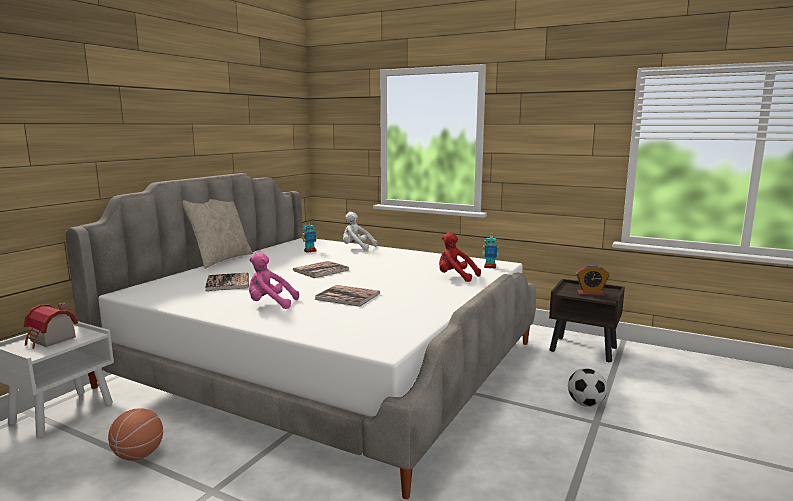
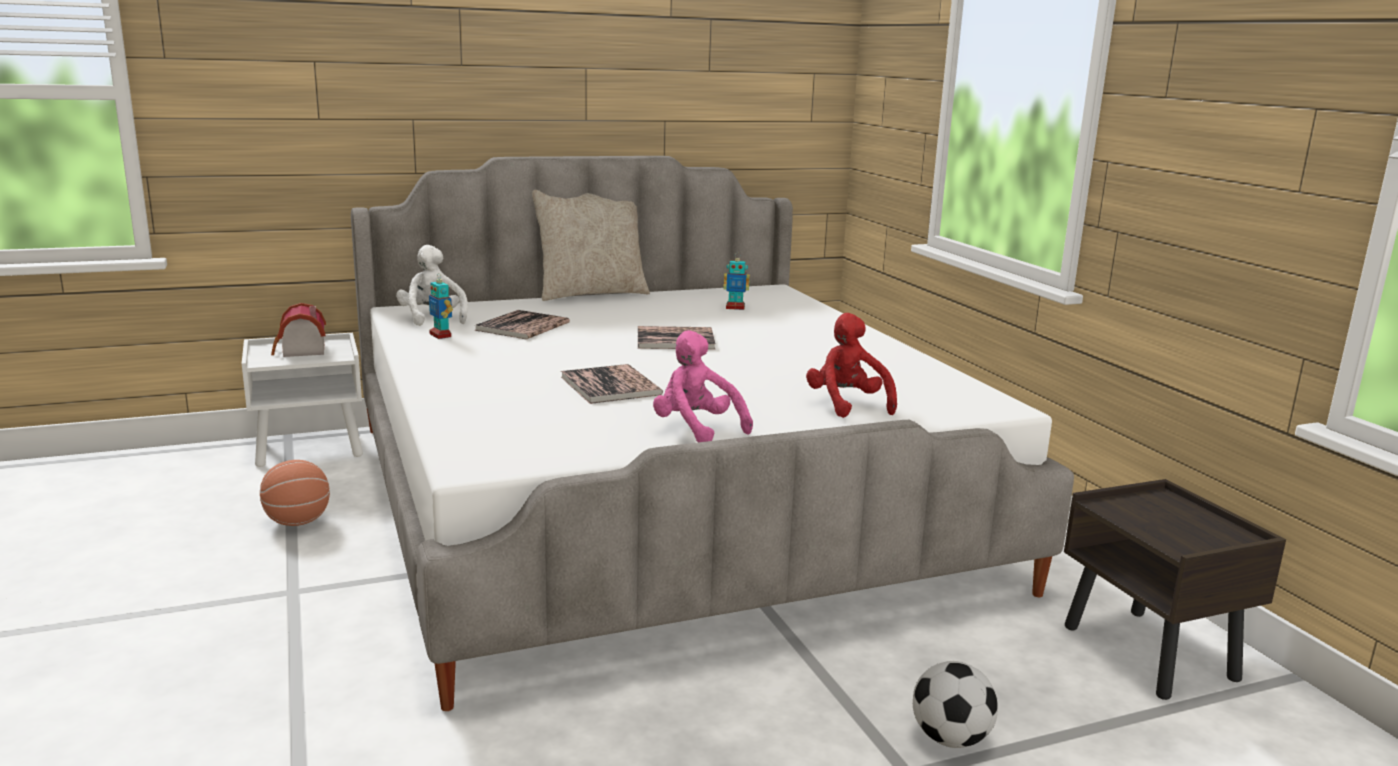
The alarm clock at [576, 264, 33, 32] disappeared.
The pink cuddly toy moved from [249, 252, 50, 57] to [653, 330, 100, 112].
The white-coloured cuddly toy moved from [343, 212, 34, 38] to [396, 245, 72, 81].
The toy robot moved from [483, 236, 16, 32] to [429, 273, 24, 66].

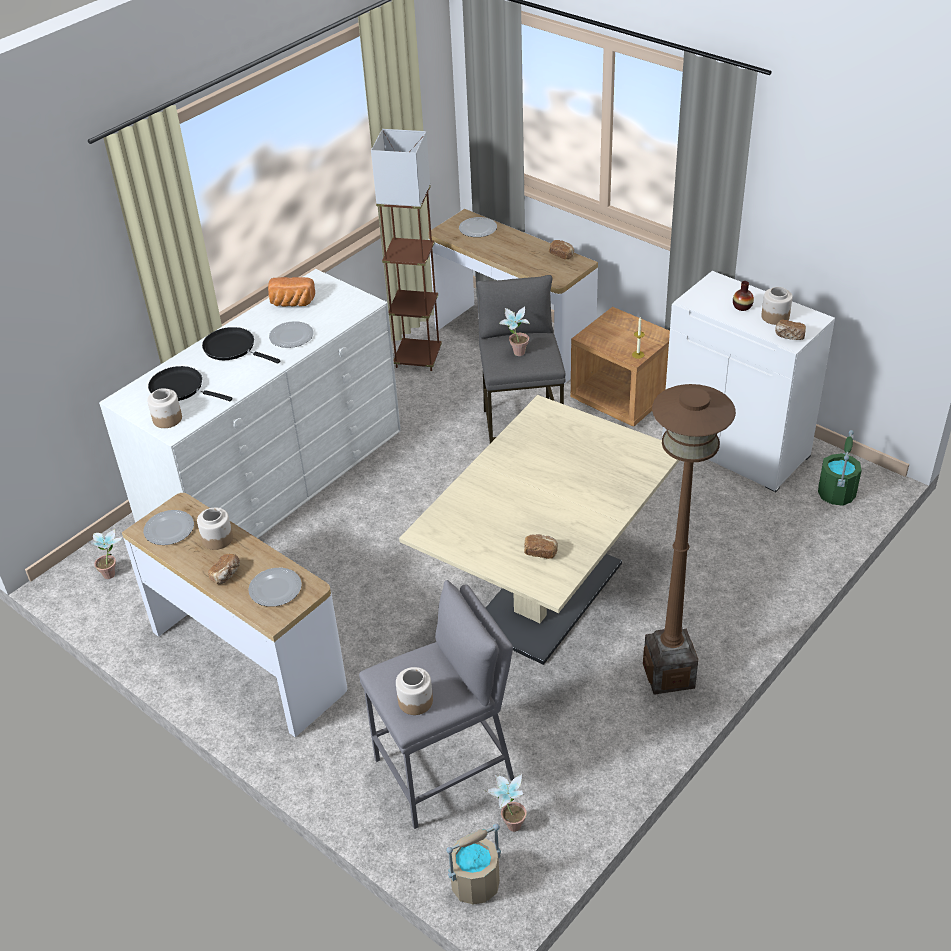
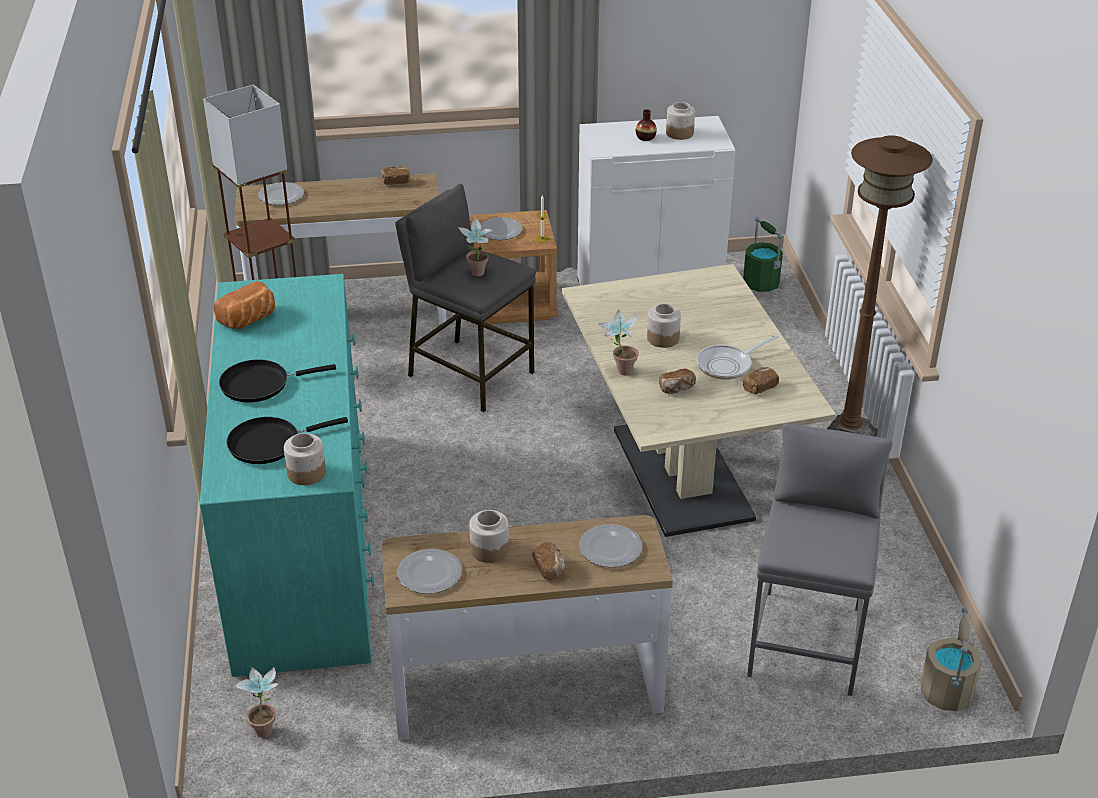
The pan at [697, 335, 82, 45] appeared.
The plate moved from [269, 321, 45, 27] to [481, 217, 42, 23].
The preserve jar moved from [396, 667, 37, 48] to [647, 304, 34, 44].
The houseplant moved from [485, 774, 41, 58] to [598, 309, 41, 66].
The bread moved from [775, 319, 31, 21] to [659, 368, 37, 26].
The white-coloured dresser at [99, 269, 302, 269] became the blue-green dresser at [200, 274, 174, 403].

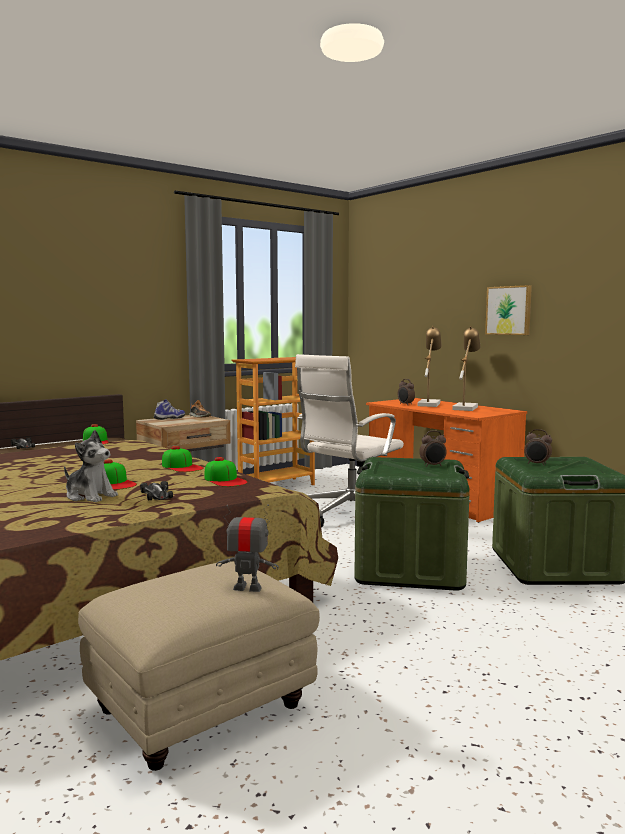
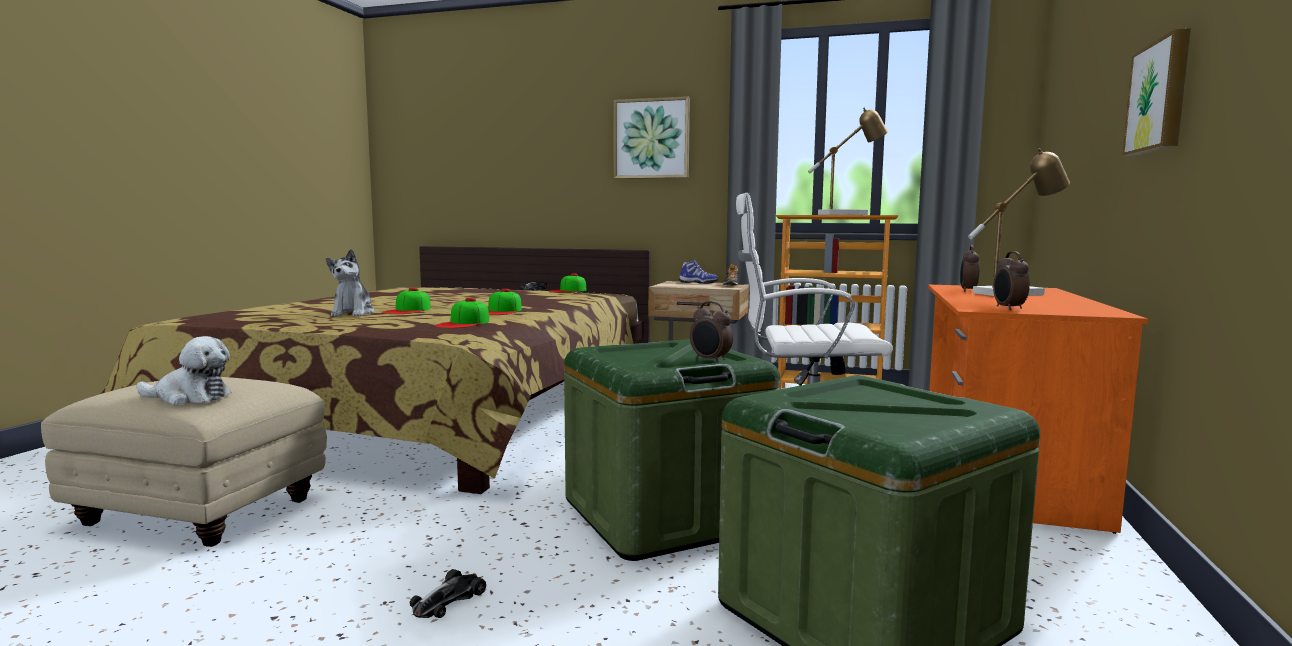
The wall picture at [614, 97, 76, 82] appeared.
The model car moved from [140, 481, 33, 19] to [410, 569, 76, 49].
The table lamp moved from [452, 326, 28, 85] to [808, 107, 80, 108].
The alarm clock moved from [524, 429, 28, 37] to [993, 251, 37, 59].
The toy robot at [216, 504, 63, 88] was replaced by the cuddly toy at [136, 336, 96, 69].

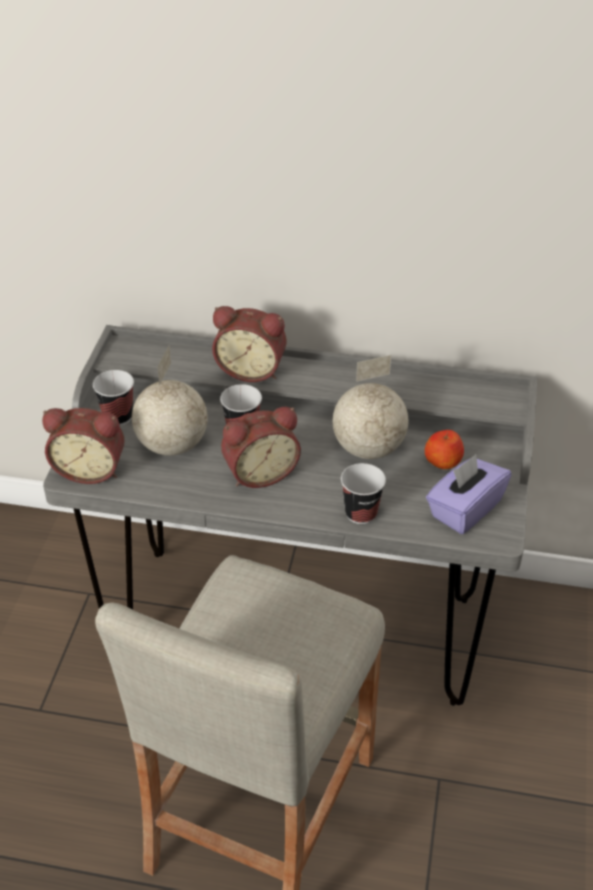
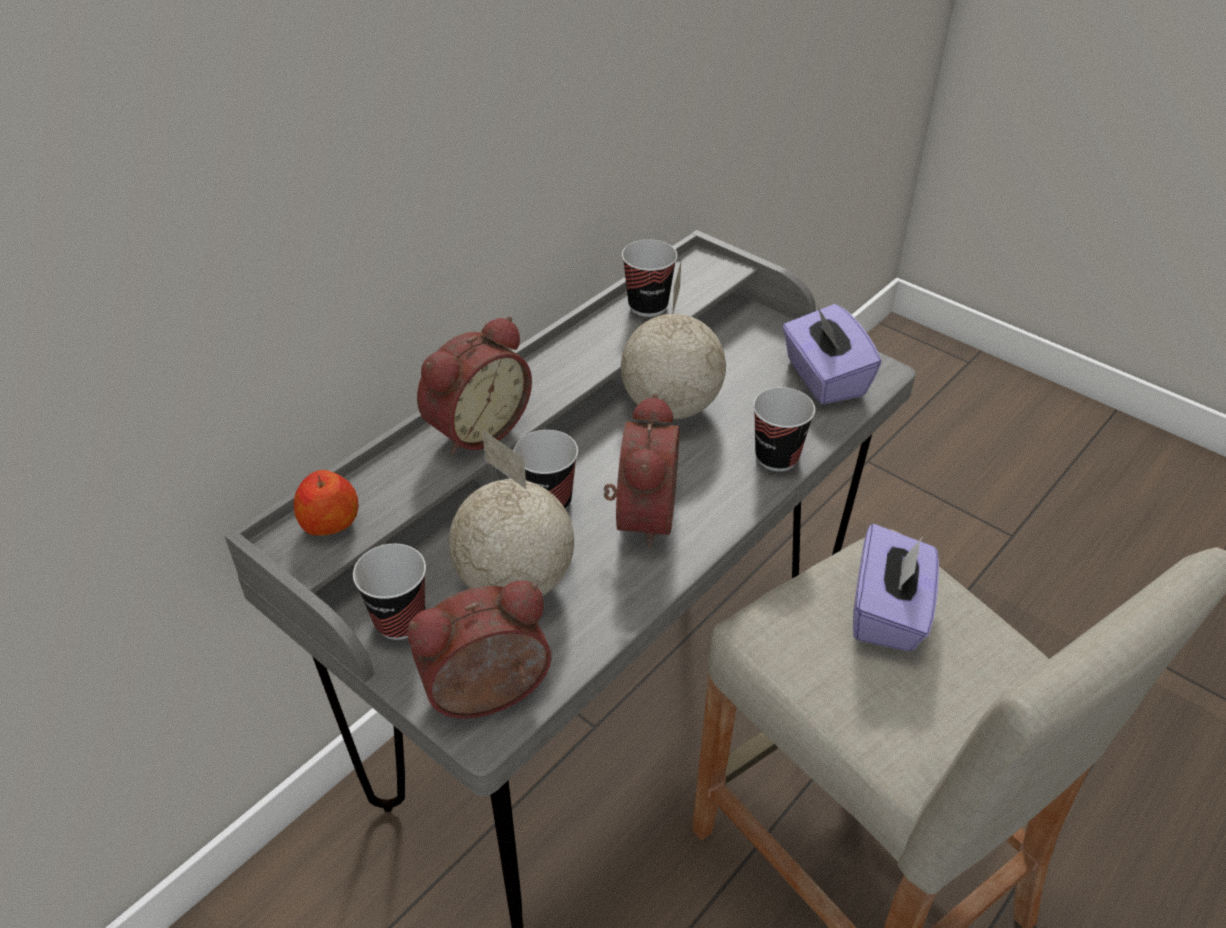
The cup at [622, 240, 56, 77] appeared.
The purple-coloured tissue holder at [853, 524, 86, 128] appeared.
The apple fruit moved from [425, 430, 39, 39] to [294, 470, 64, 66].
The alarm clock at [42, 408, 83, 76] turned 150 degrees counterclockwise.

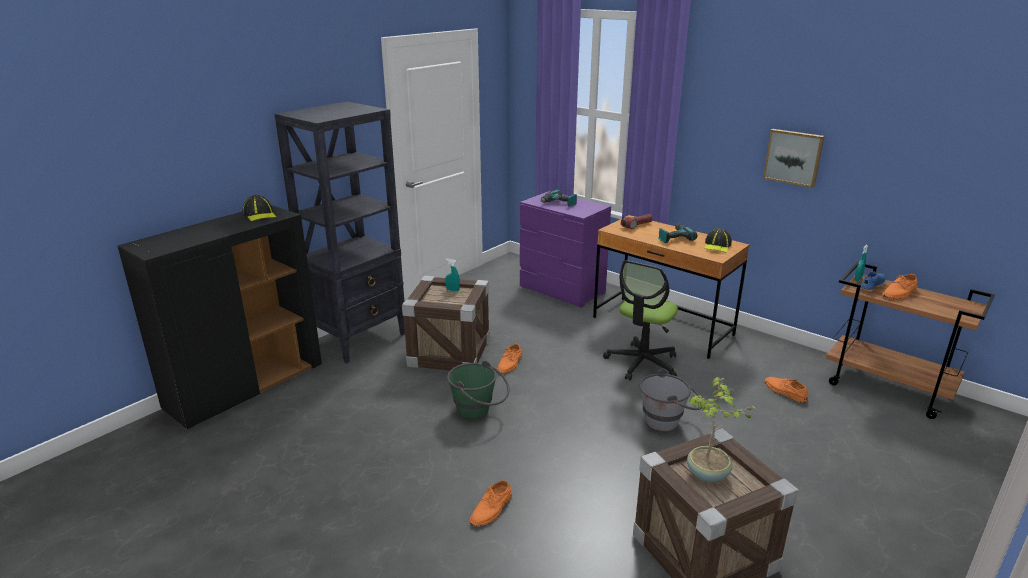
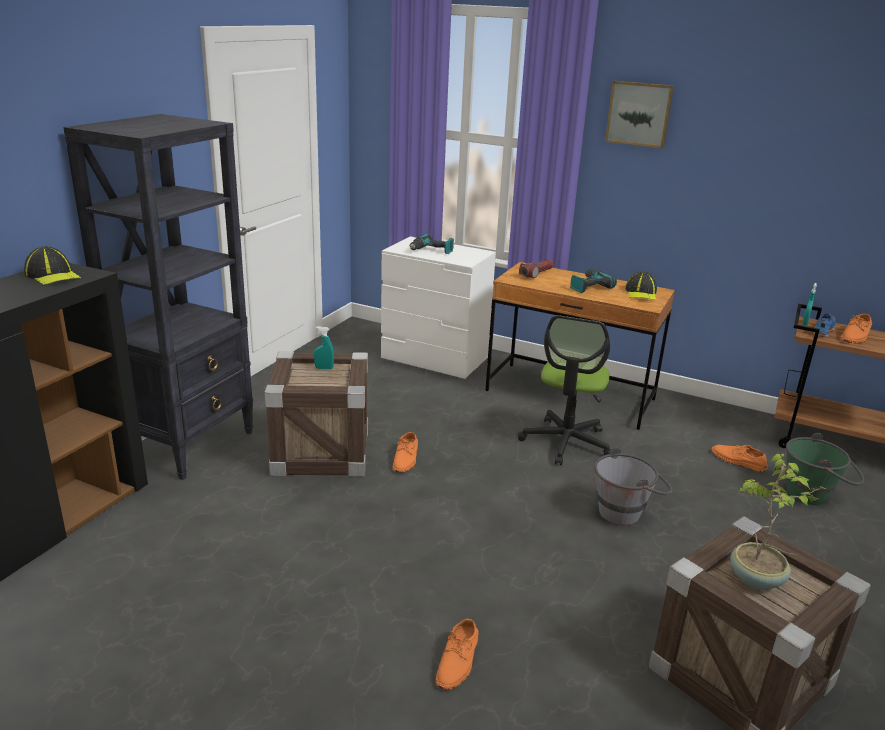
The greenish bucket moved from [447, 360, 63, 59] to [786, 433, 79, 72].
The wall picture moved from [763, 129, 62, 59] to [605, 81, 69, 67].
The purple-coloured dresser at [520, 191, 91, 117] became the white-coloured dresser at [381, 236, 115, 144].

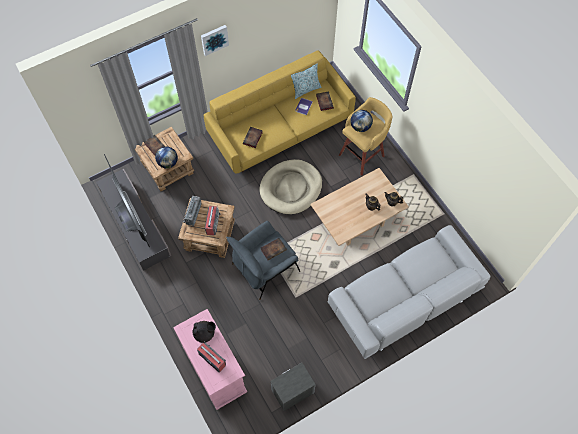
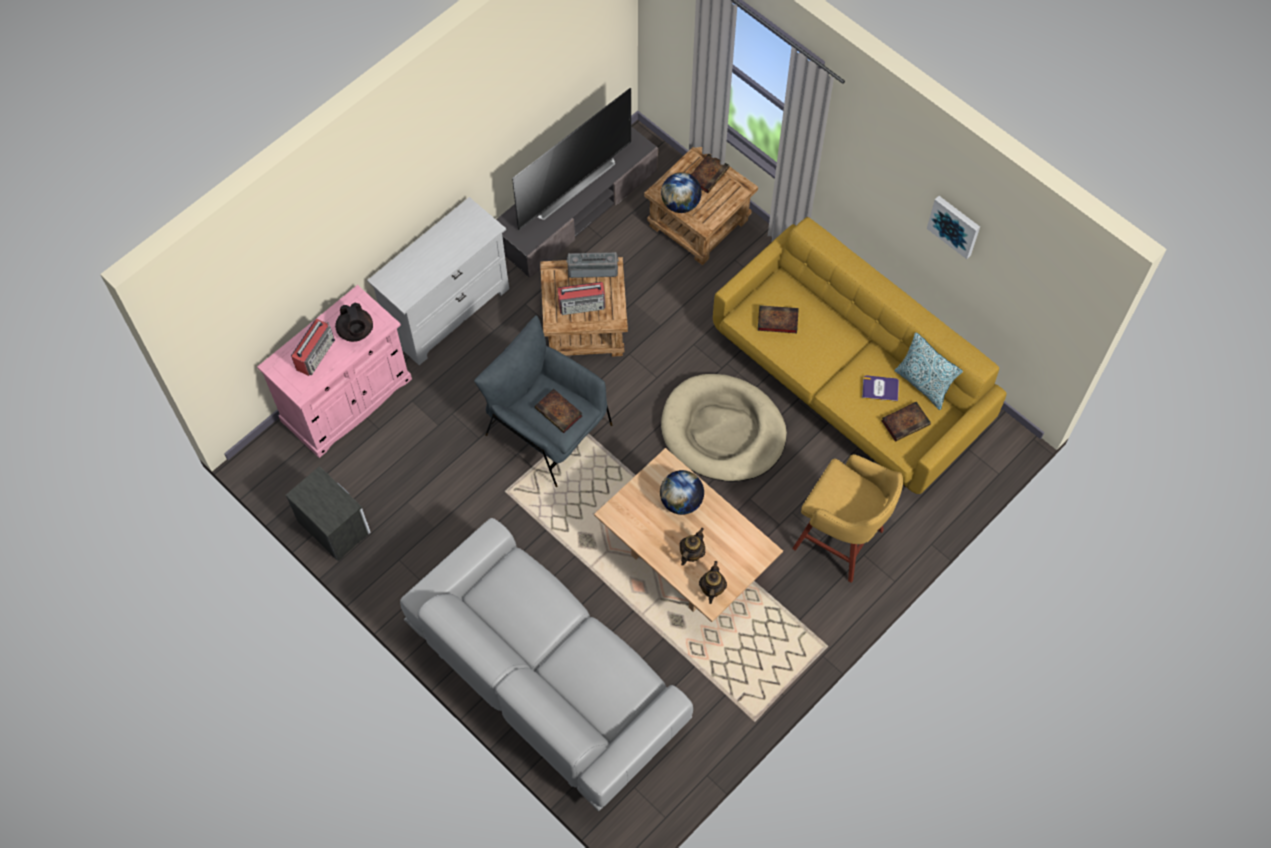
The white-coloured dresser at [367, 197, 142, 168] appeared.
The wall picture moved from [201, 25, 28, 31] to [927, 196, 53, 63].
The desk globe moved from [351, 110, 22, 22] to [660, 470, 44, 45].

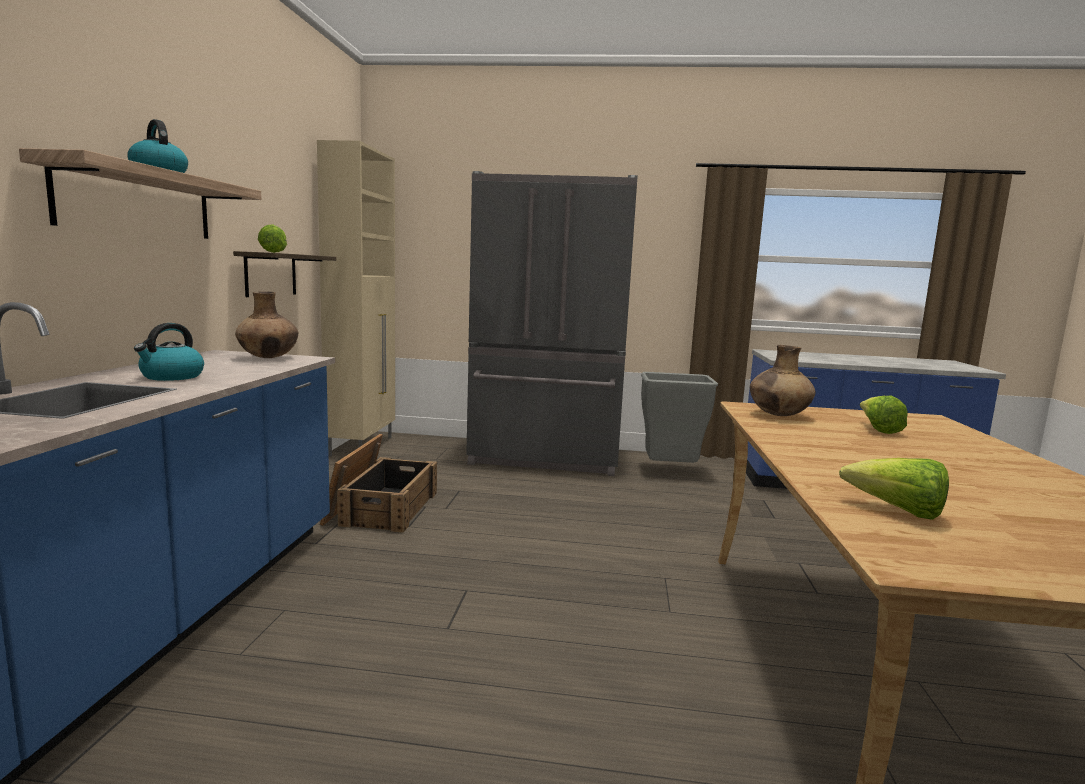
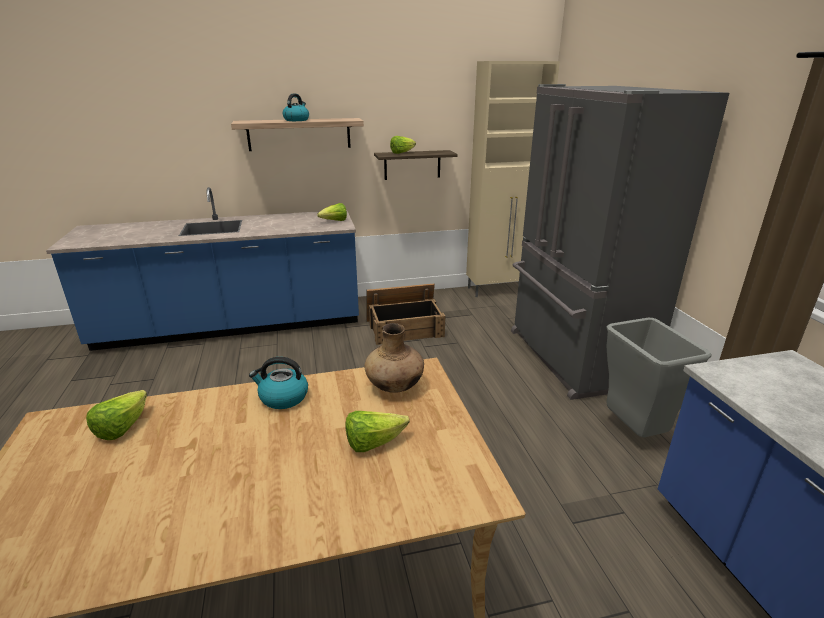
The water kettle moved from [134, 323, 70, 58] to [249, 357, 59, 52].
The brownish vase at [235, 291, 63, 67] was replaced by the head of lettuce at [317, 203, 30, 18].

